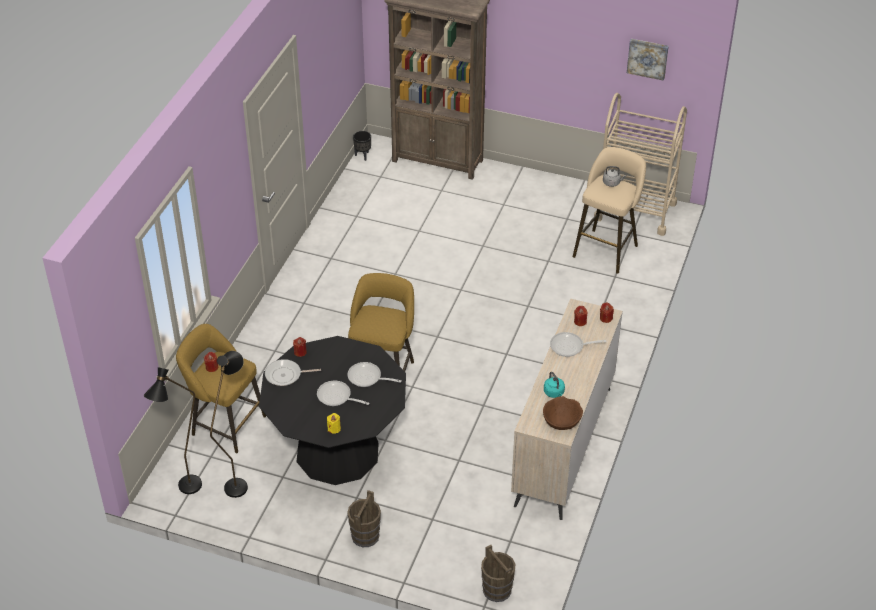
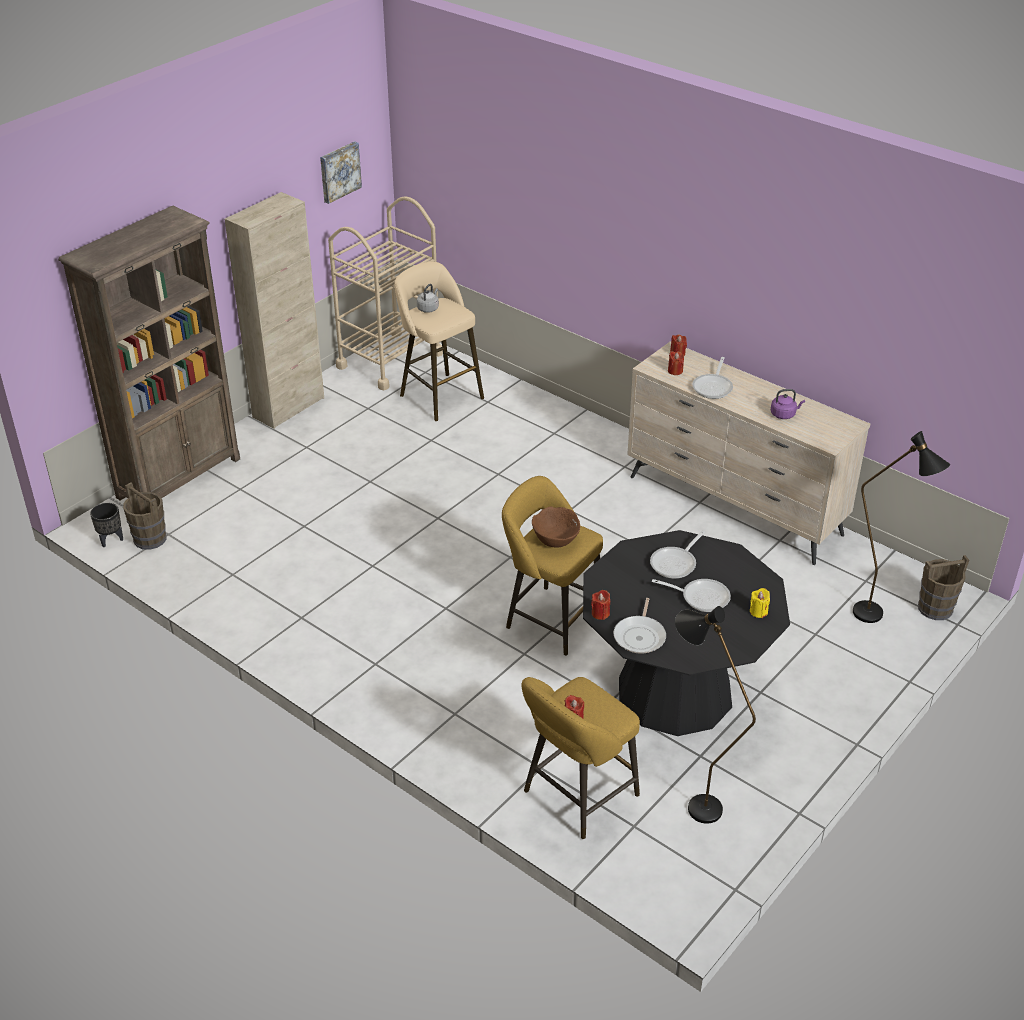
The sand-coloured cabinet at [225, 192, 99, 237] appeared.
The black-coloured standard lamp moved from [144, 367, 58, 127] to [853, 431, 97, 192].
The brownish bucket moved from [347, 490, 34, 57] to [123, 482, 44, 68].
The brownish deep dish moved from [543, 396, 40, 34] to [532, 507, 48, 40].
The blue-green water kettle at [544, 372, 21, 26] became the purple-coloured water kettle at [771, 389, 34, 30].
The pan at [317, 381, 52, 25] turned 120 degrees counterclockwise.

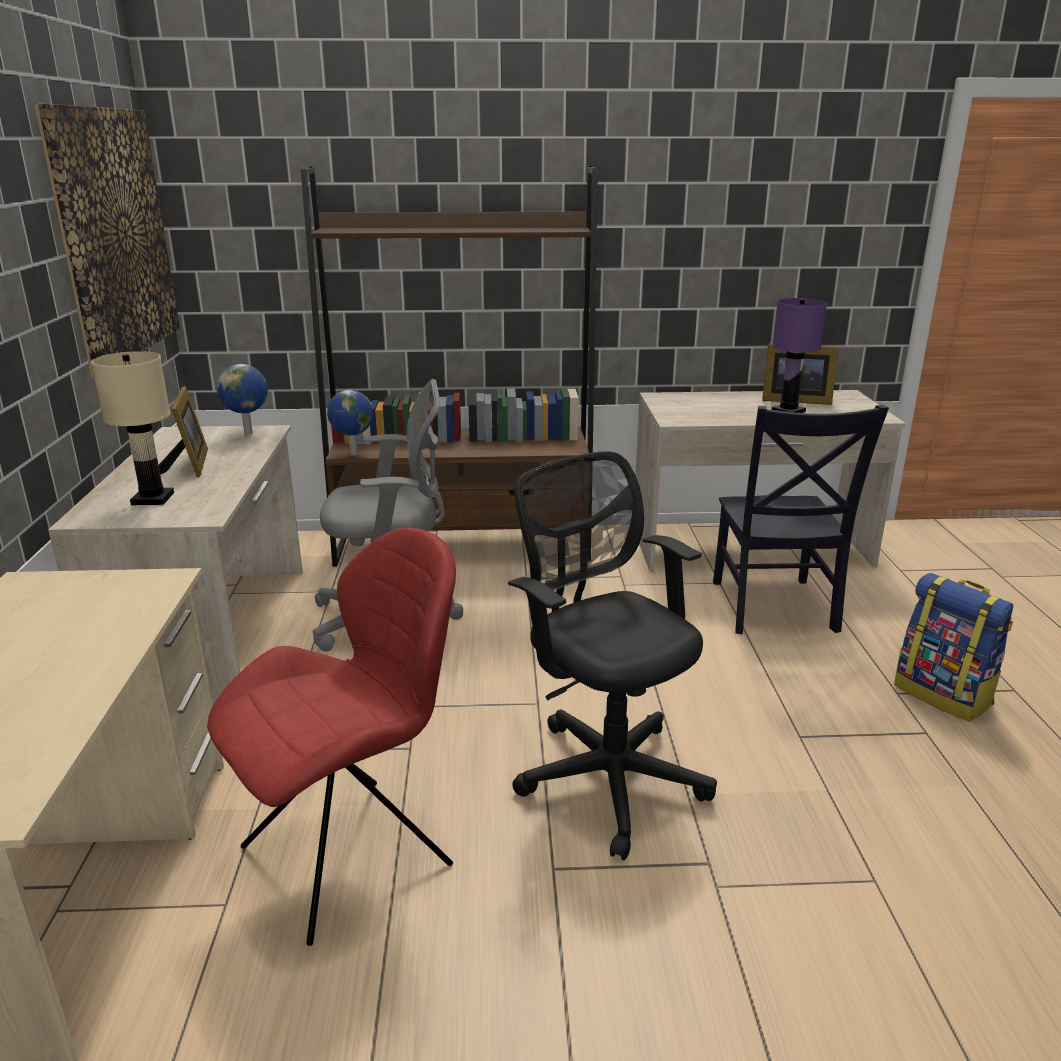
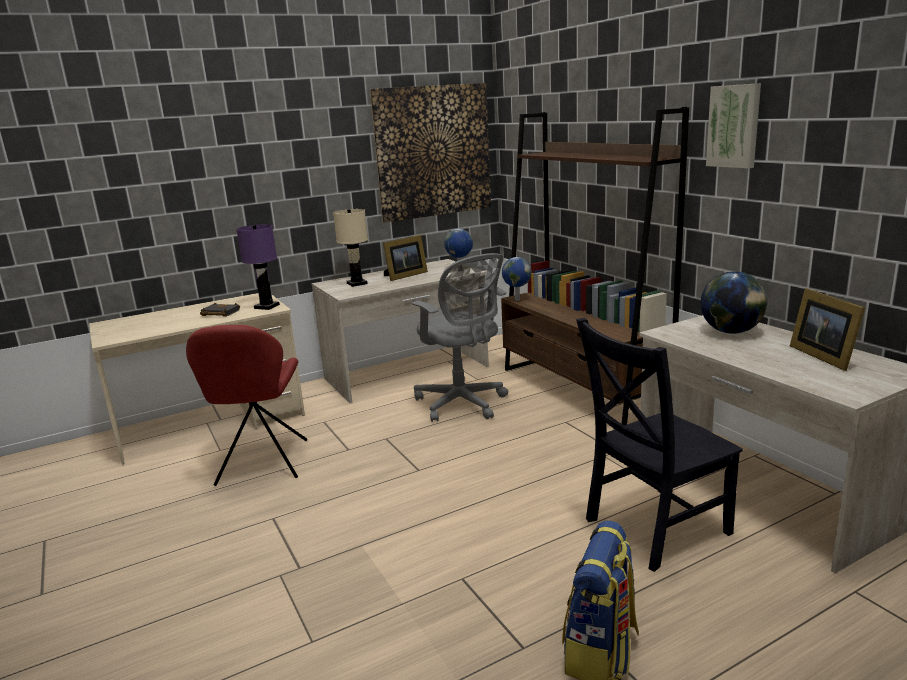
The black-coloured computer chair at [508, 451, 209, 409] disappeared.
The black-coloured volume at [200, 303, 40, 14] appeared.
The desk globe at [700, 271, 67, 63] appeared.
The wall picture at [706, 83, 55, 86] appeared.
The purple-coloured table lamp moved from [771, 298, 56, 115] to [236, 224, 44, 86].
The red-coloured upright chair at [207, 528, 249, 418] turned 60 degrees clockwise.

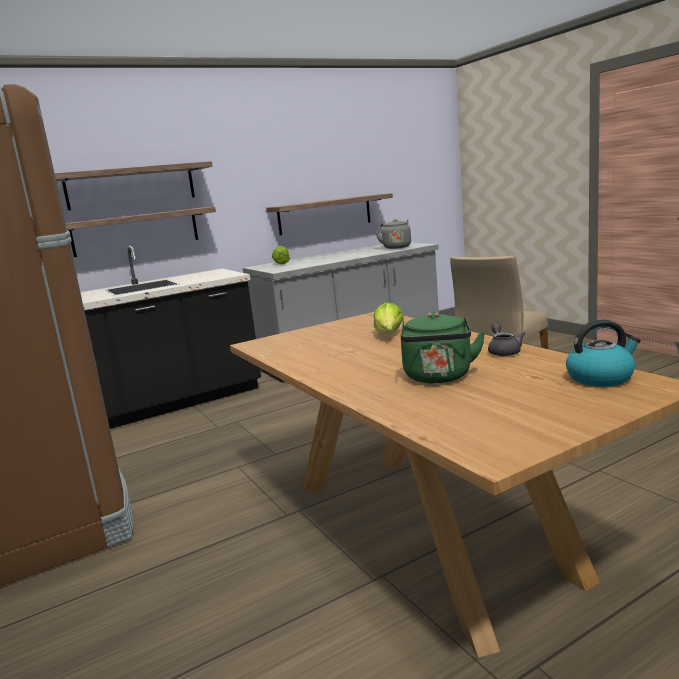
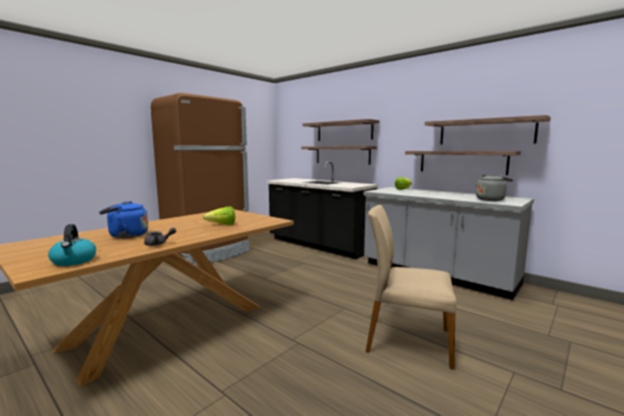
The bracket shelf at [425, 115, 126, 30] appeared.
The greenish water kettle at [401, 312, 84, 71] became the blue-coloured water kettle at [99, 201, 49, 37].

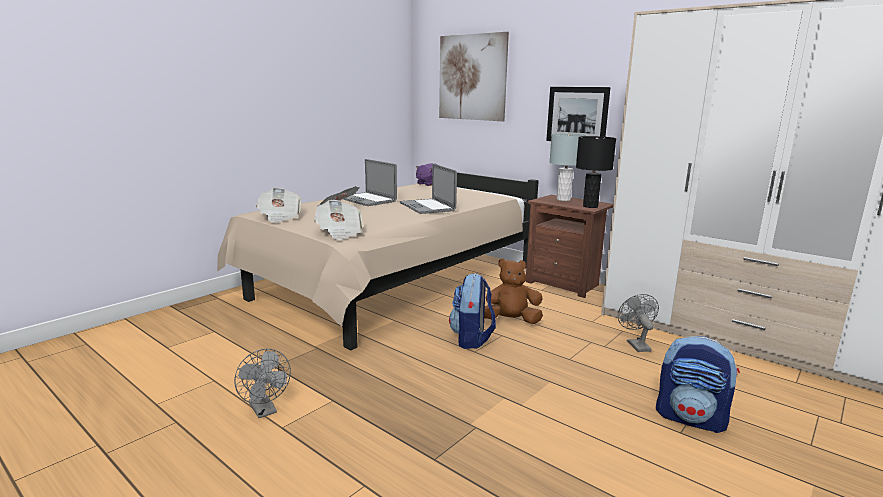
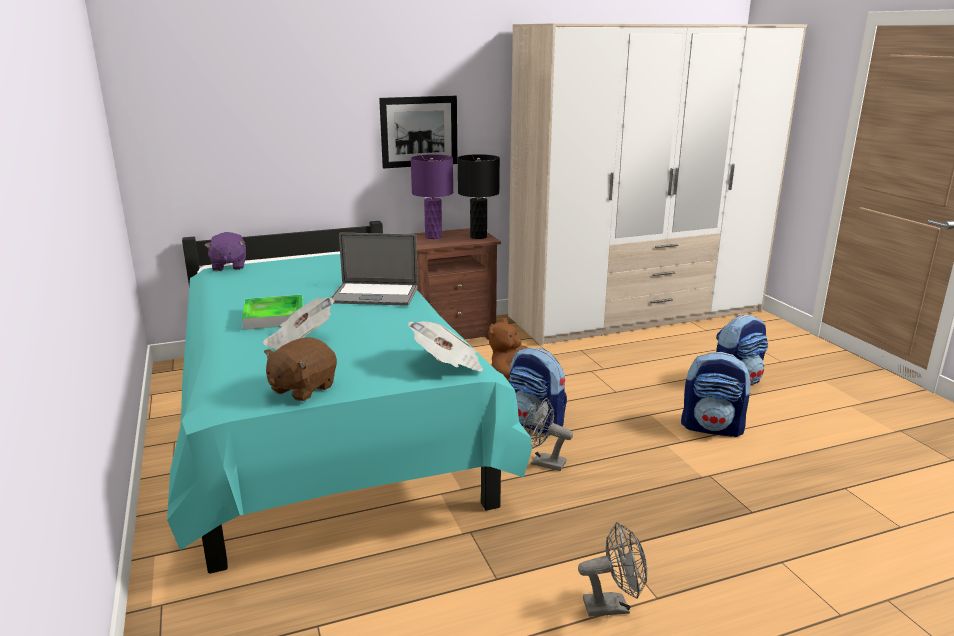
The wall picture at [439, 32, 70, 89] disappeared.
The knapsack at [681, 352, 72, 86] appeared.
The gray electric fan moved from [618, 294, 41, 58] to [523, 398, 50, 73].
The printed paper at [256, 188, 46, 35] was replaced by the brownish cuddly toy at [264, 337, 73, 65].
The notebook computer at [343, 159, 54, 47] was replaced by the serving tray at [242, 295, 61, 35].
The sand-coloured bedroom bed at [217, 172, 321, 178] became the blue-green bedroom bed at [167, 221, 365, 353].
The gray table lamp at [549, 133, 38, 68] became the purple-coloured table lamp at [411, 154, 42, 85].

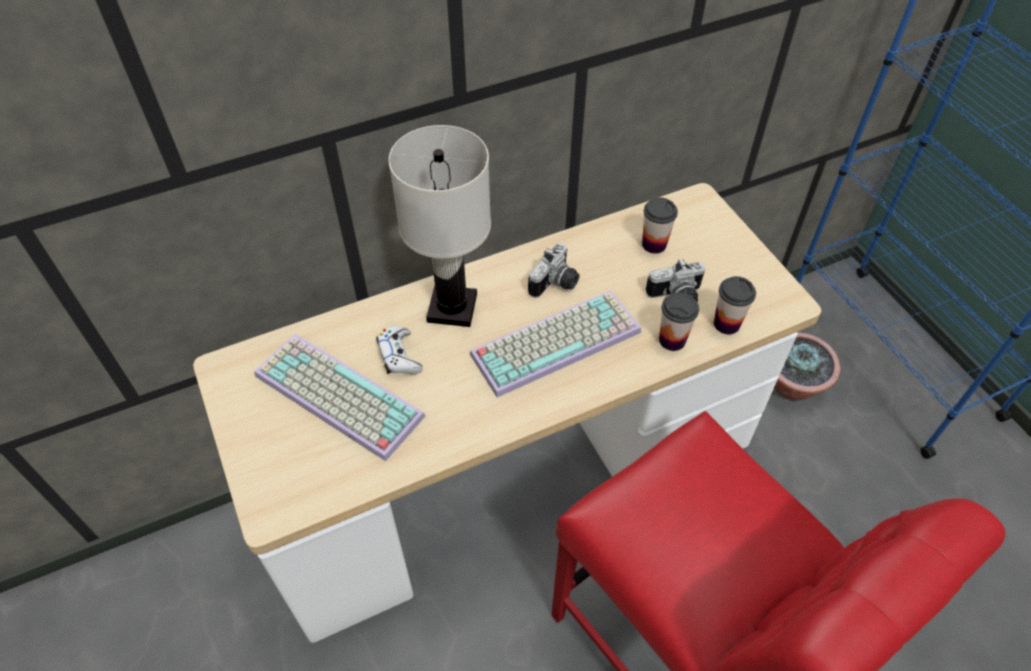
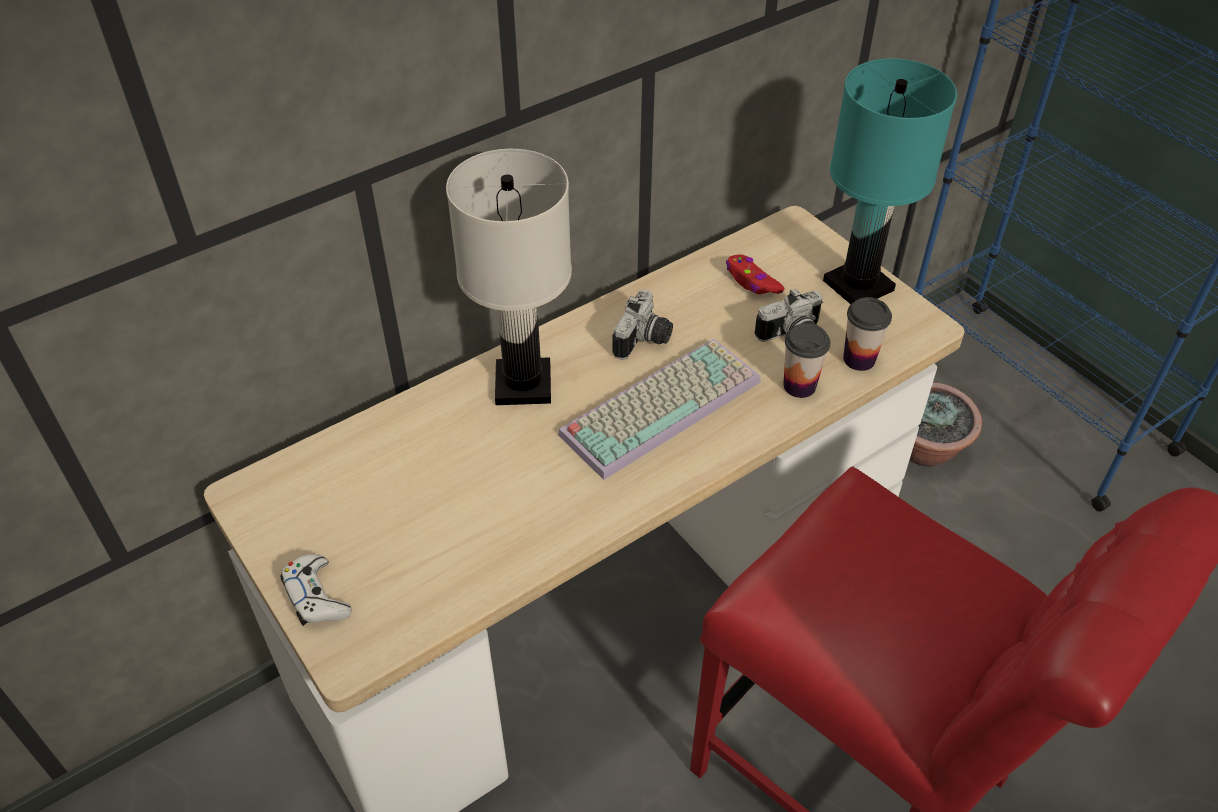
The computer keyboard at [254, 334, 171, 127] disappeared.
The blue-green table lamp at [823, 58, 134, 246] appeared.
The white-coloured game controller moved from [376, 326, 47, 48] to [281, 554, 71, 72].
The cup at [642, 197, 36, 57] was replaced by the red-coloured game controller at [726, 254, 58, 40].

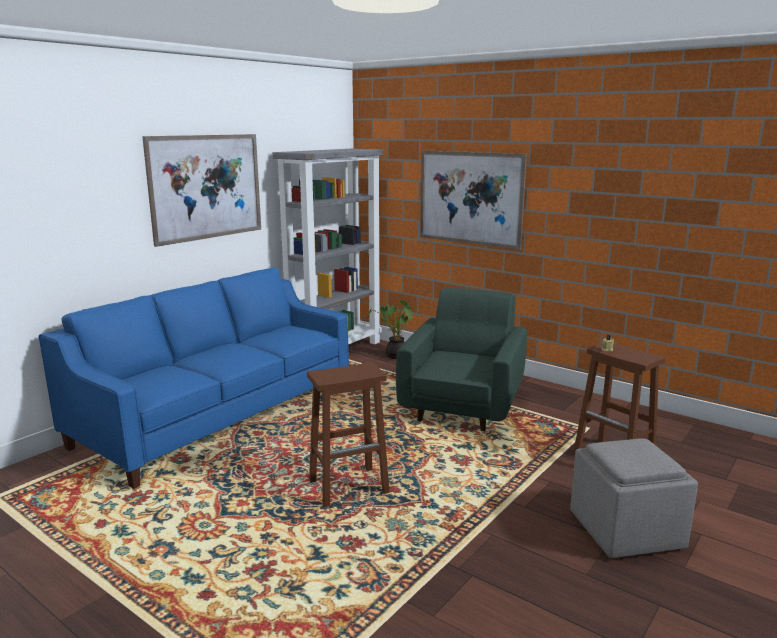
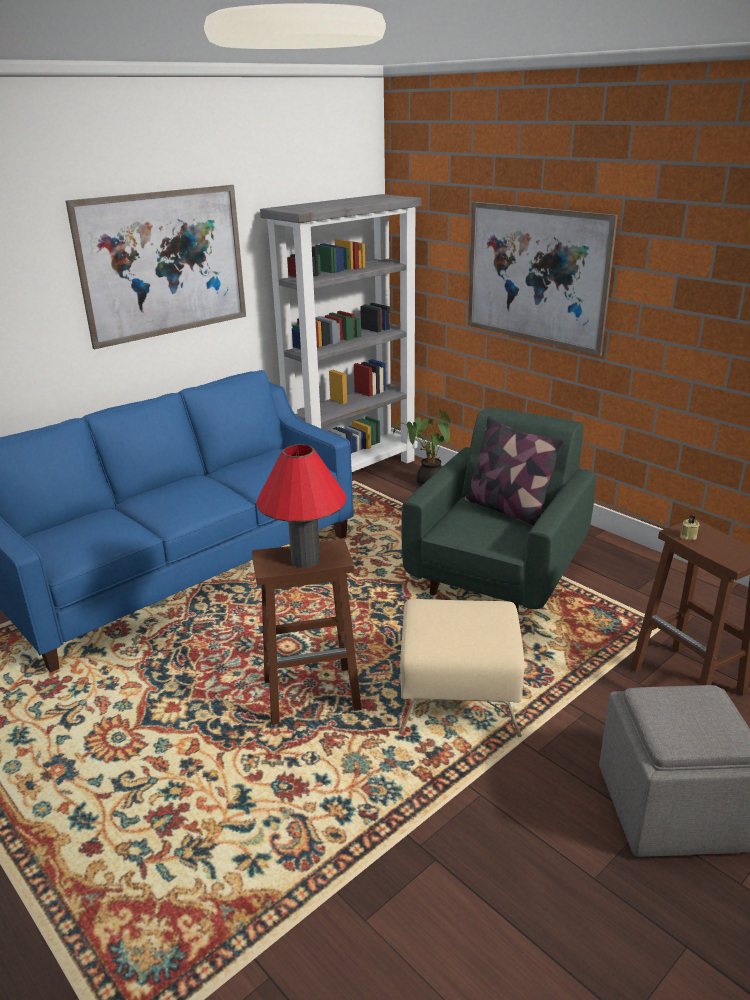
The red-coloured table lamp at [256, 444, 91, 124] appeared.
The sand-coloured ottoman at [399, 599, 125, 138] appeared.
The pillow at [464, 416, 100, 110] appeared.

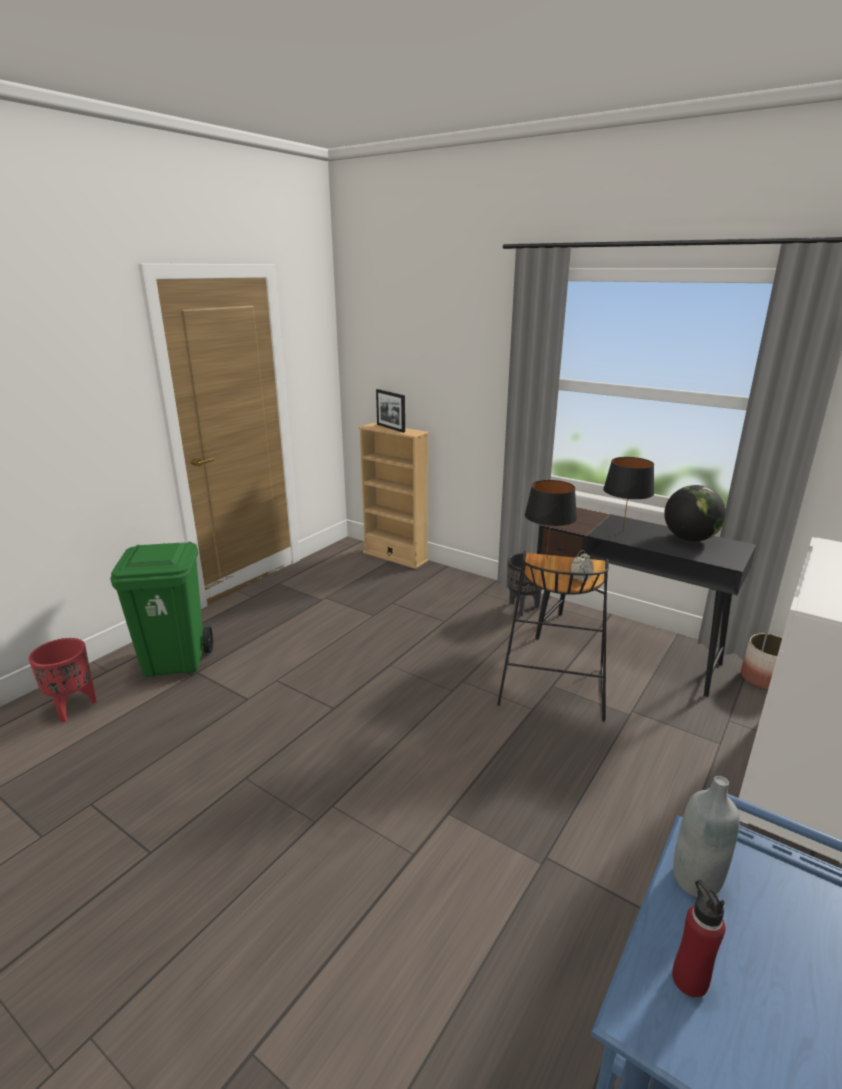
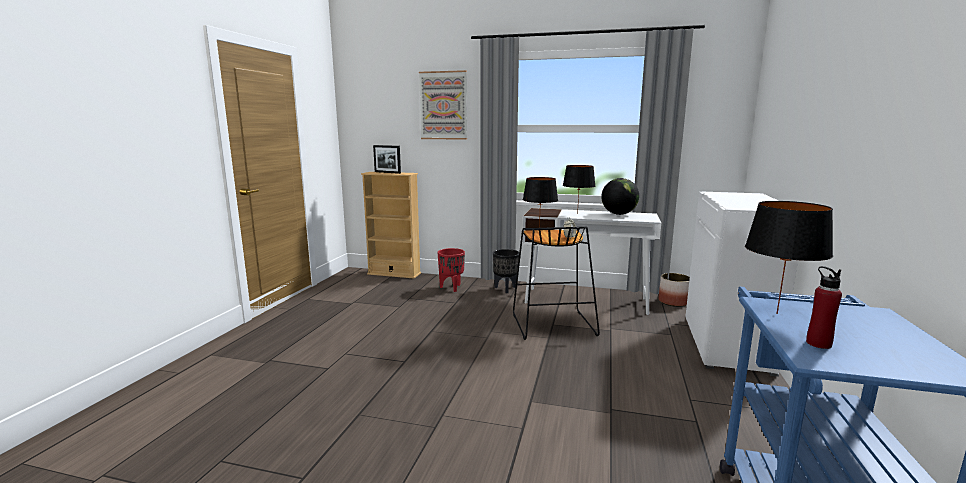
The greenish waste bin at [110, 542, 103, 135] disappeared.
The wall picture at [419, 70, 48, 70] appeared.
The red-coloured plant pot moved from [29, 638, 67, 84] to [438, 248, 27, 44].
The gray beverage bottle at [673, 776, 67, 121] was replaced by the black-coloured table lamp at [745, 201, 88, 113].
The black-coloured desk at [535, 507, 221, 190] became the white-coloured desk at [522, 208, 139, 107].

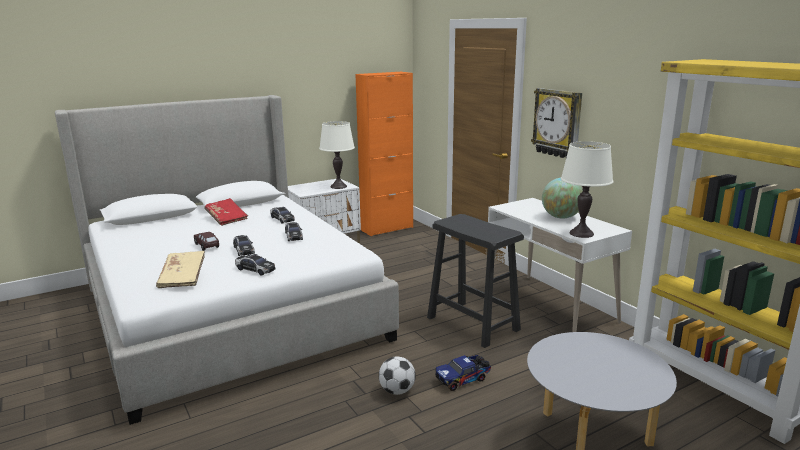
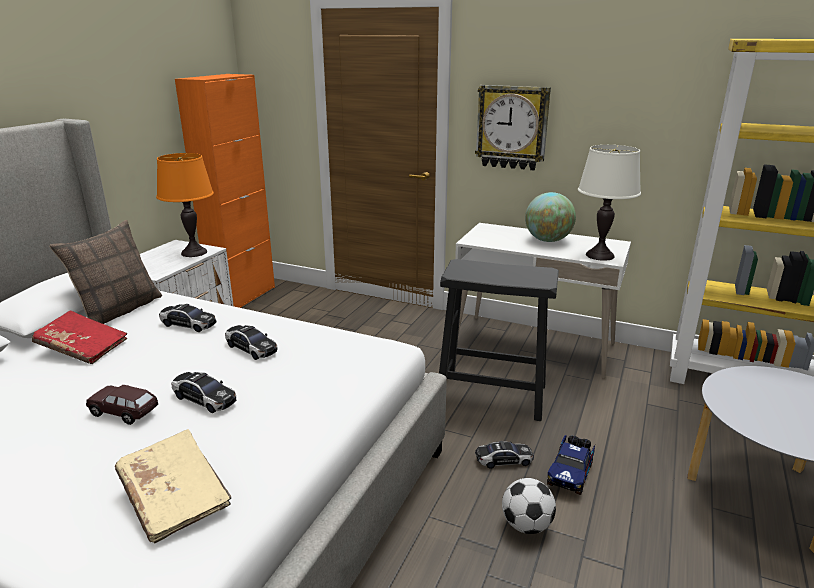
The pillow at [49, 220, 113, 104] appeared.
The model car moved from [235, 254, 40, 22] to [475, 441, 59, 28].
The white-coloured table lamp at [319, 121, 36, 68] became the orange-coloured table lamp at [156, 153, 58, 104].

